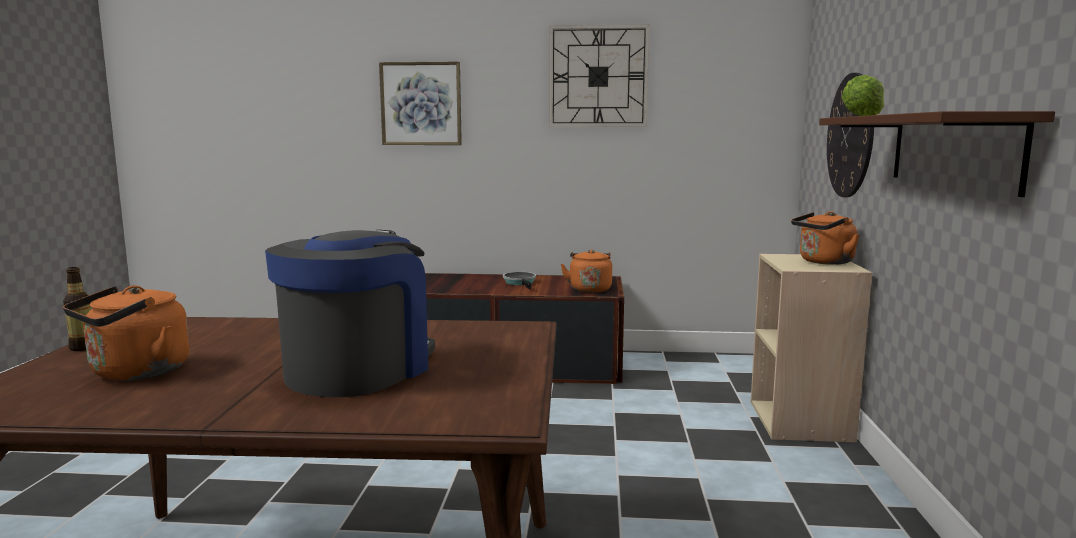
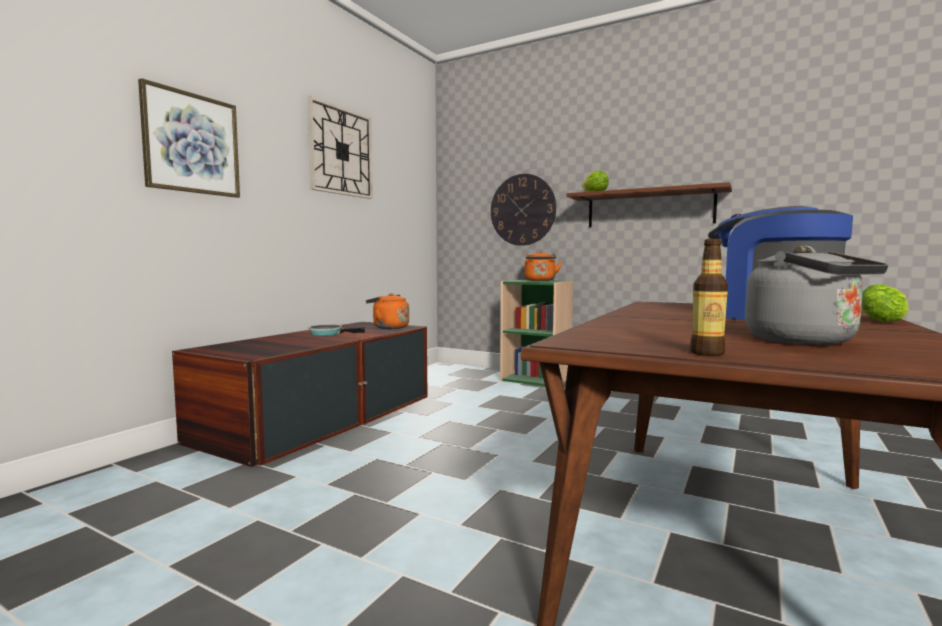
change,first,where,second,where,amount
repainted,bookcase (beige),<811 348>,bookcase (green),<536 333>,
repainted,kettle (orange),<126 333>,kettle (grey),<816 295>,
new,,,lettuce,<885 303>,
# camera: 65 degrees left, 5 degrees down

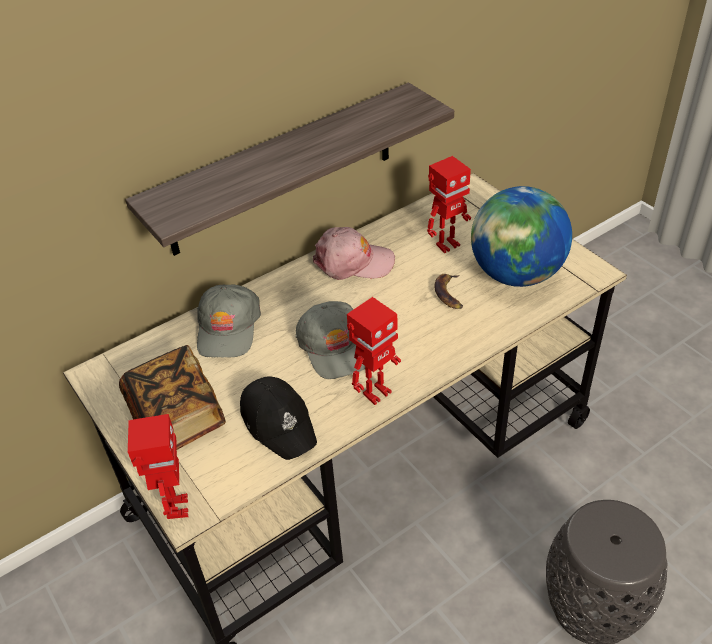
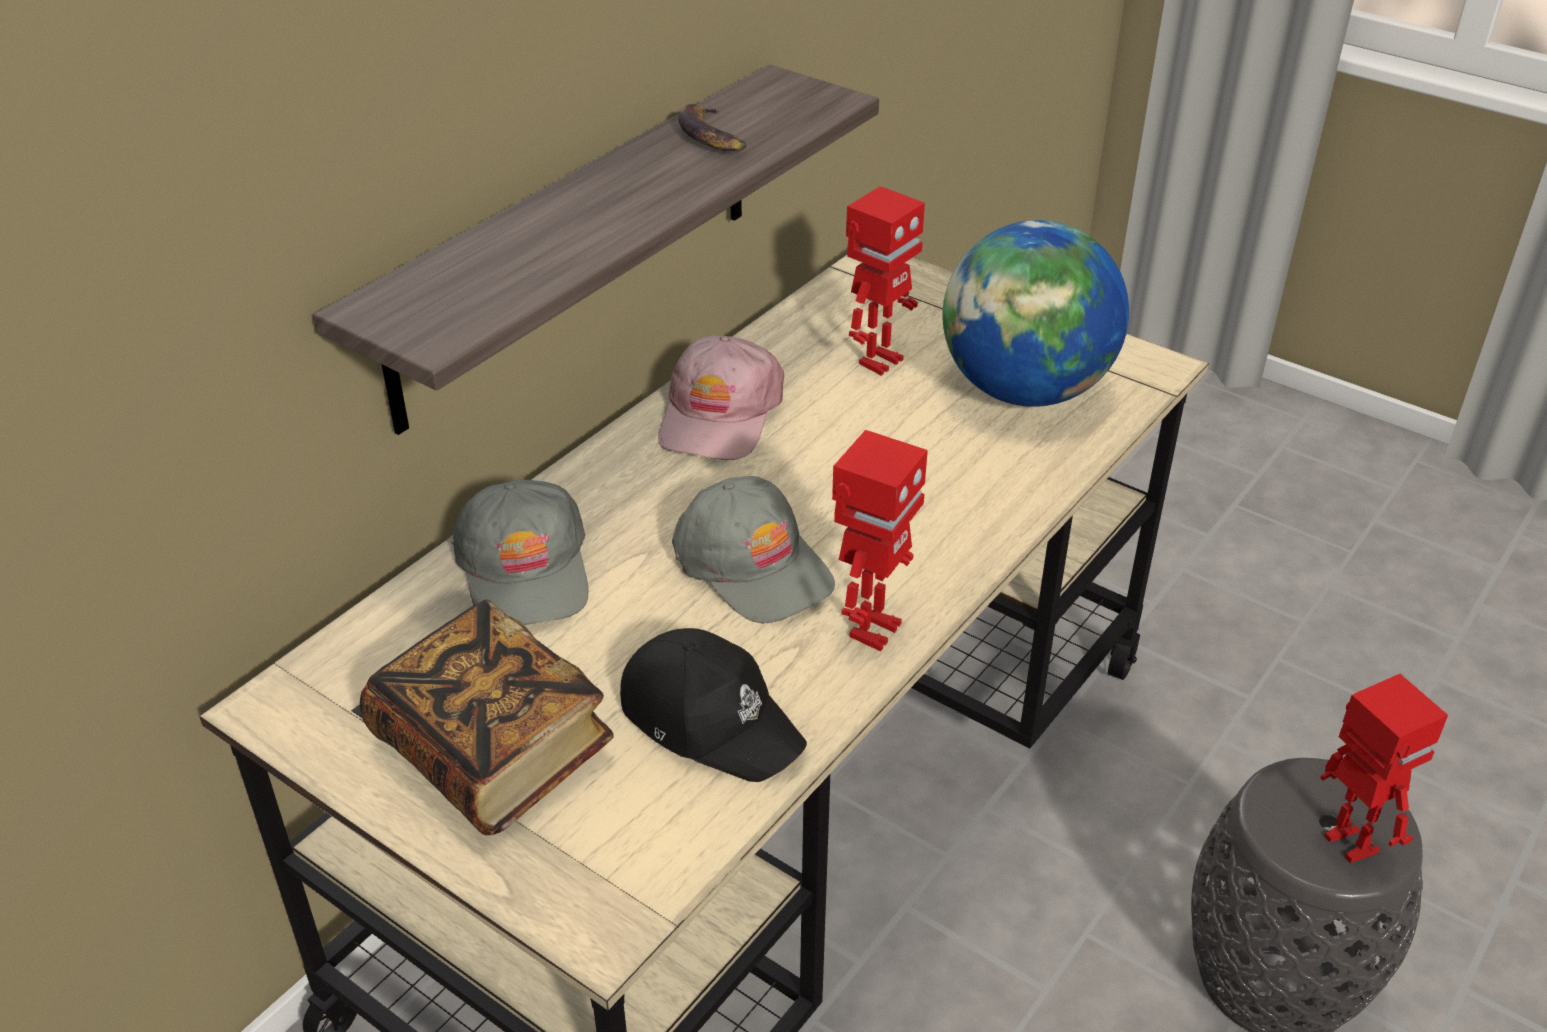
change,first,where,second,where,amount
rotated,cap (pink),<354 253>,,<721 397>,120 degrees clockwise
shifted,banana,<448 291>,,<712 127>,
shifted,toy robot,<158 466>,,<1384 768>,
# camera: 20 degrees left, 5 degrees down

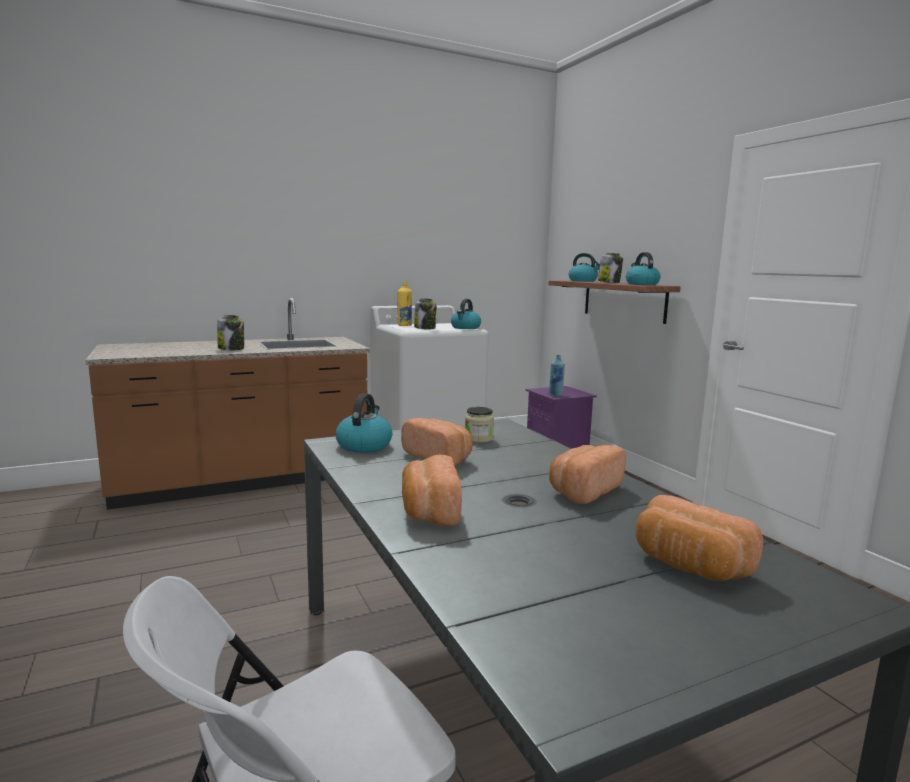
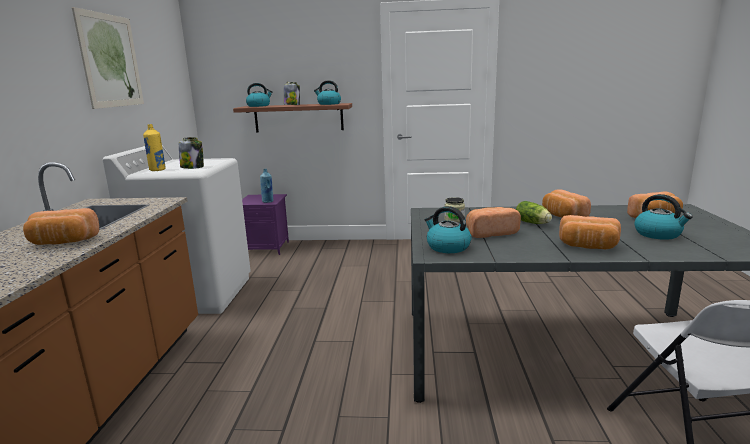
change,first,where,second,where,amount
swapped,jar,<230 332>,bread,<61 226>,
new,,,picture,<108 58>,
new,,,lettuce,<534 212>,
shifted,kettle,<466 314>,,<664 217>,
# camera: 60 degrees left, 5 degrees up

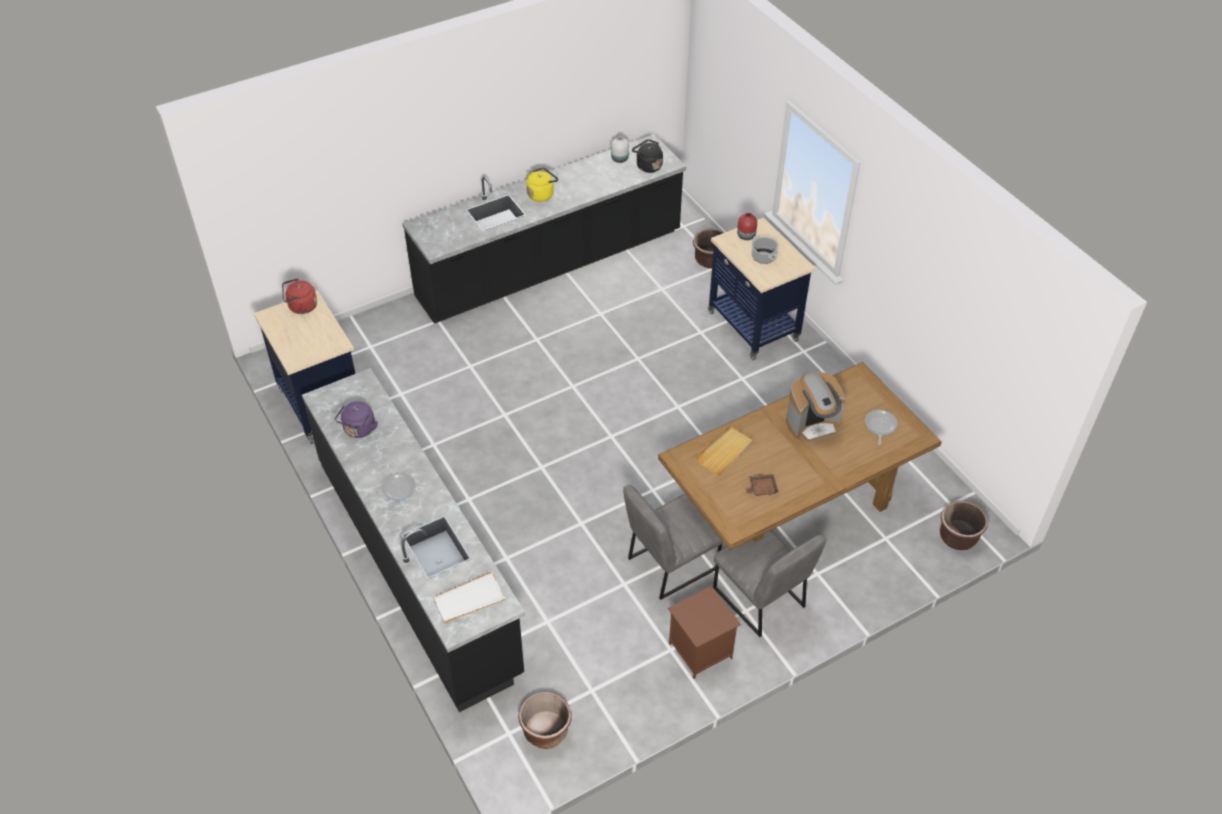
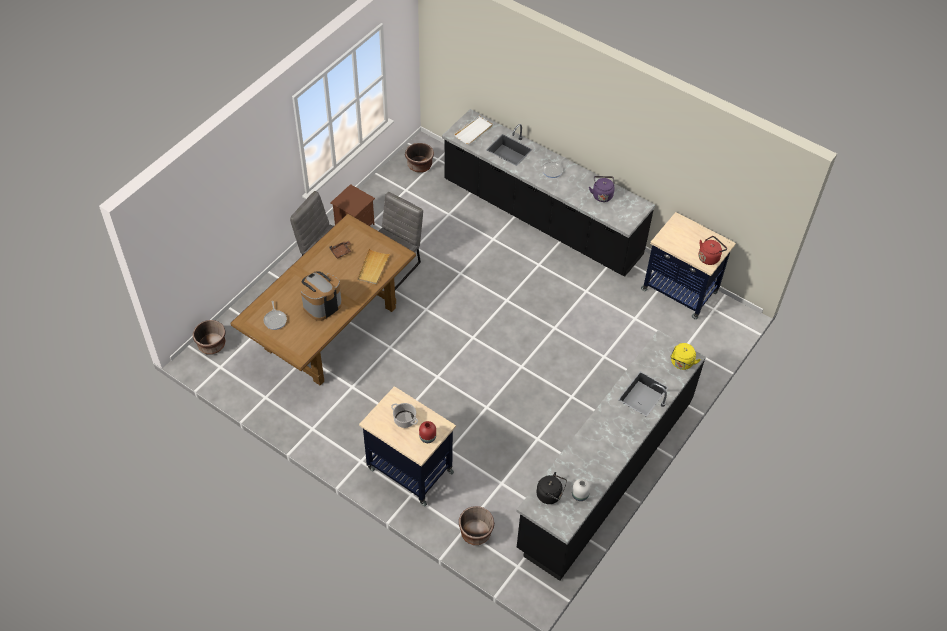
change,first,where,second,where,amount
shifted,kettle (yellow),<542 184>,,<685 356>,
# camera: 155 degrees right, 5 degrees up

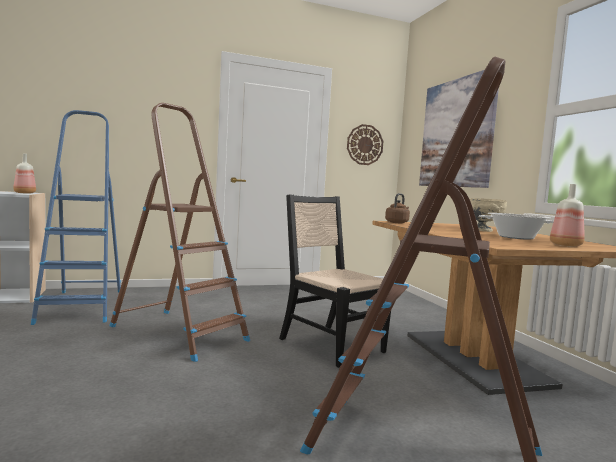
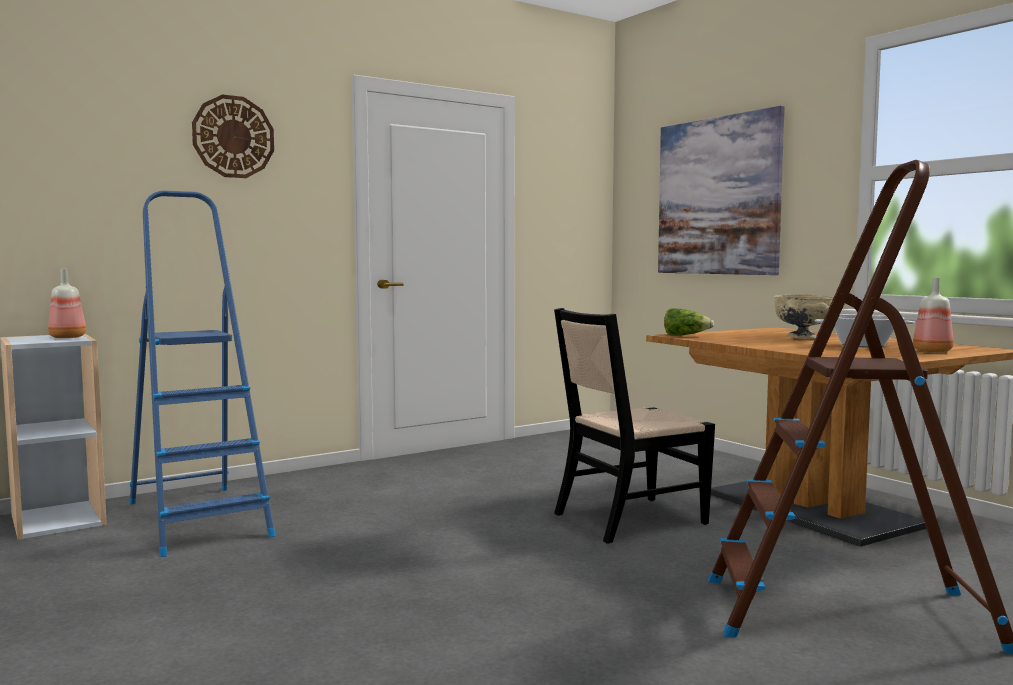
change,first,where,second,where,amount
shifted,wall clock,<365 144>,,<233 136>,
rotated,chair,<335 281>,,<634 425>,60 degrees counterclockwise
swapped,kettle (brown),<397 208>,lettuce,<689 322>,
gone,step ladder (brown),<179 232>,,,
# camera: 15 degrees left, 0 degrees up

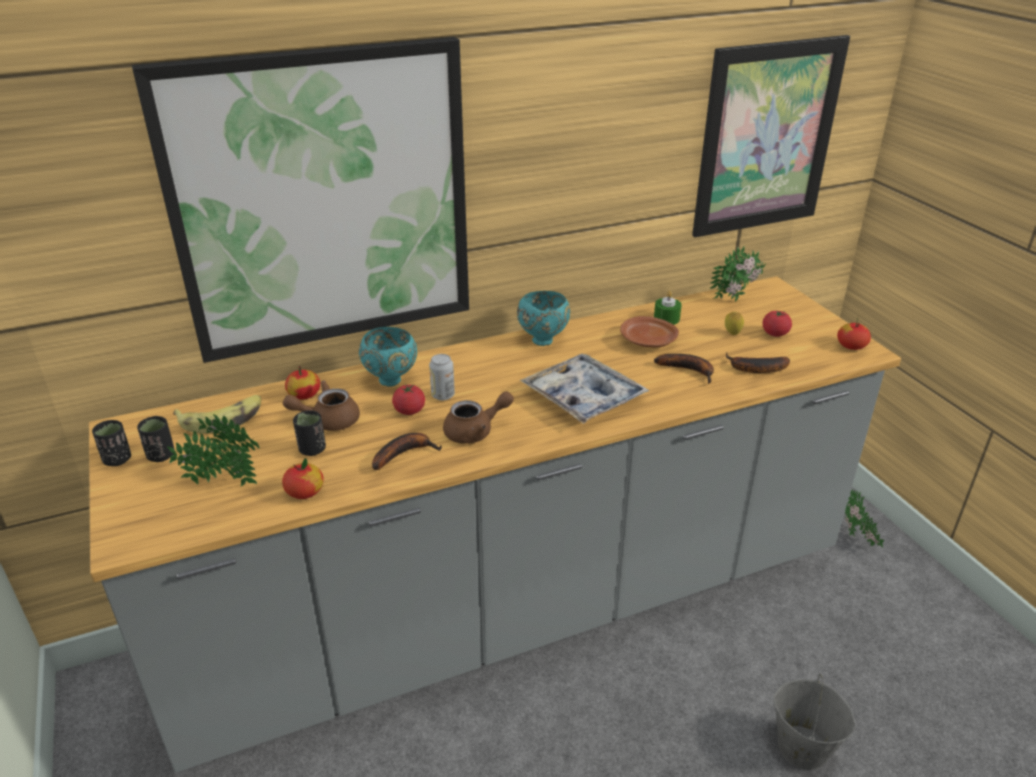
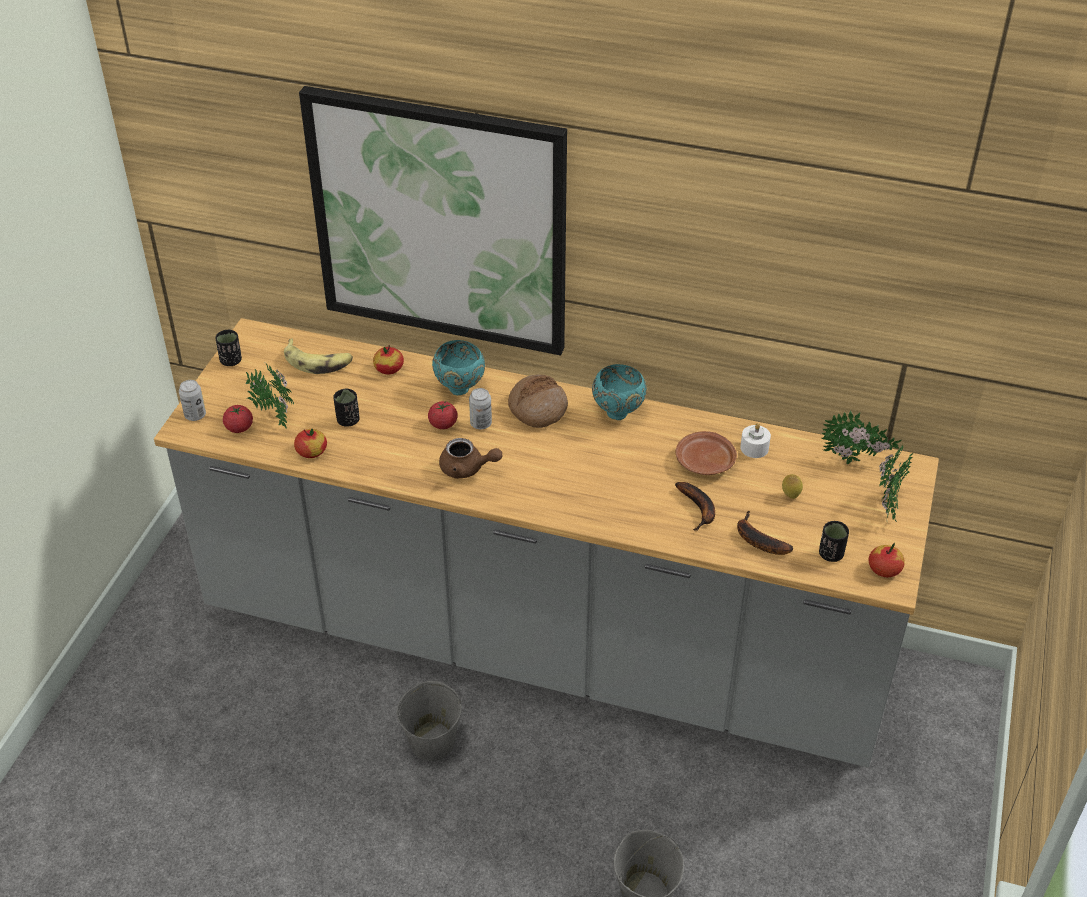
change,first,where,second,where,amount
new,,,can,<192 400>,
shifted,tomato,<777 323>,,<238 419>,
new,,,bucket (grey),<429 721>,
new,,,bread,<538 401>,
repainted,candle (green),<668 308>,candle (white),<755 440>,
shifted,cup (black),<156 439>,,<834 541>,
shifted,potted plant,<865 519>,,<896 483>,
gone,teapot (brown),<321 406>,,,
gone,banana,<407 451>,,,
gone,tray,<584 389>,,,
gone,picture,<771 136>,,,
# camera: 40 degrees right, 10 degrees up

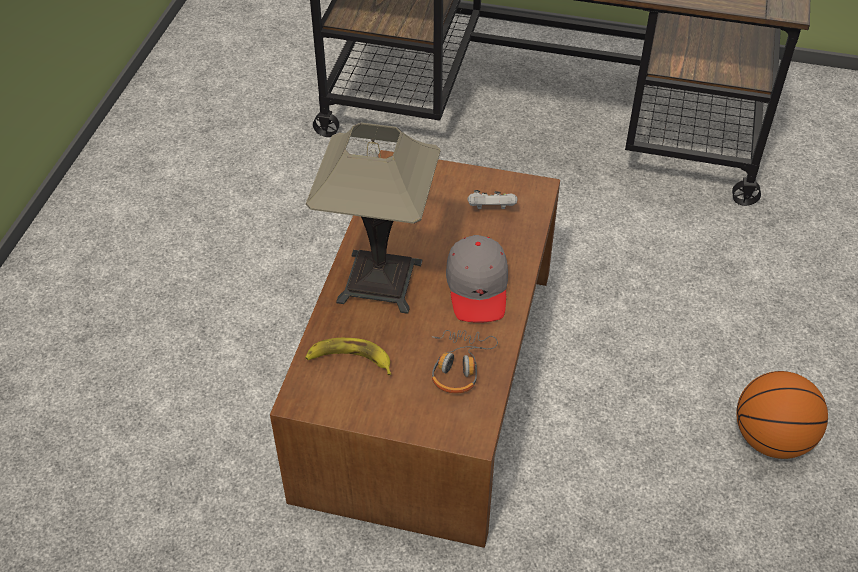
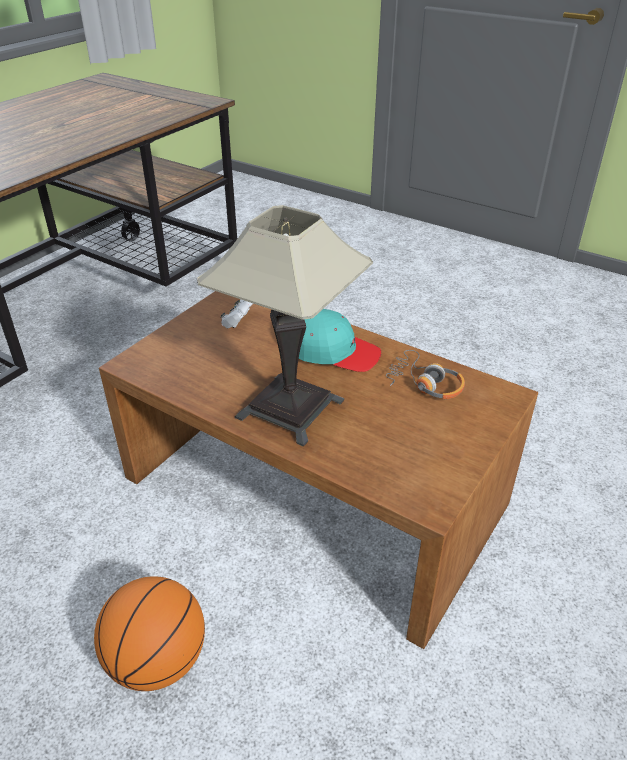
change,first,where,second,where,amount
shifted,basketball,<782 415>,,<149 633>,
repainted,cap (grey),<477 279>,cap (turquoise),<340 340>,
gone,banana,<348 356>,,,
# camera: 70 degrees left, 10 degrees down

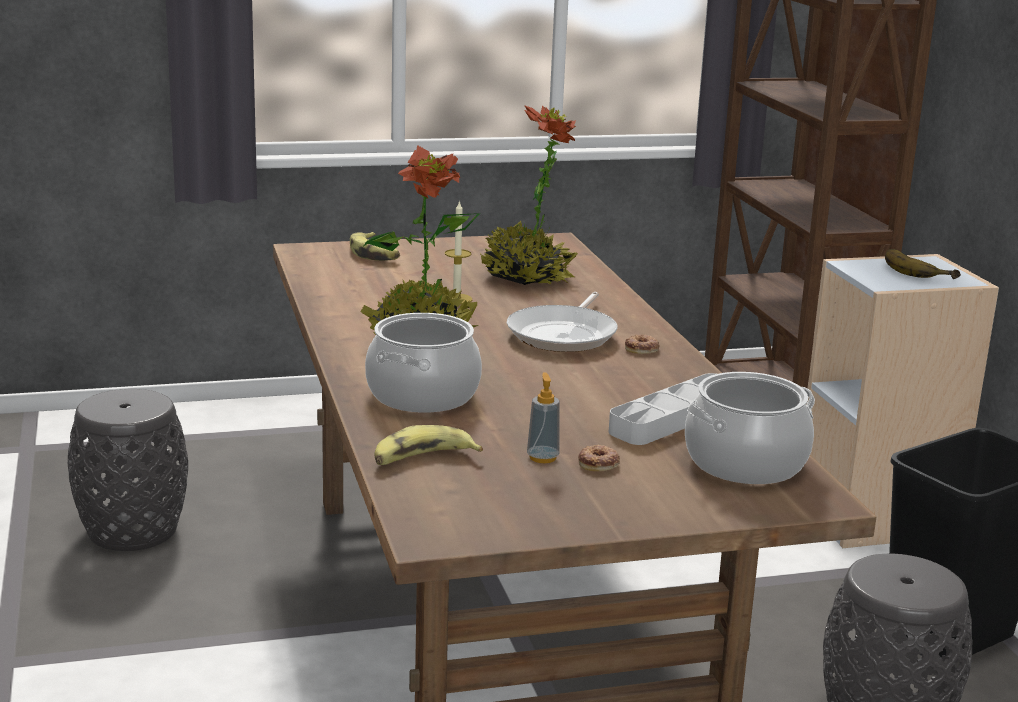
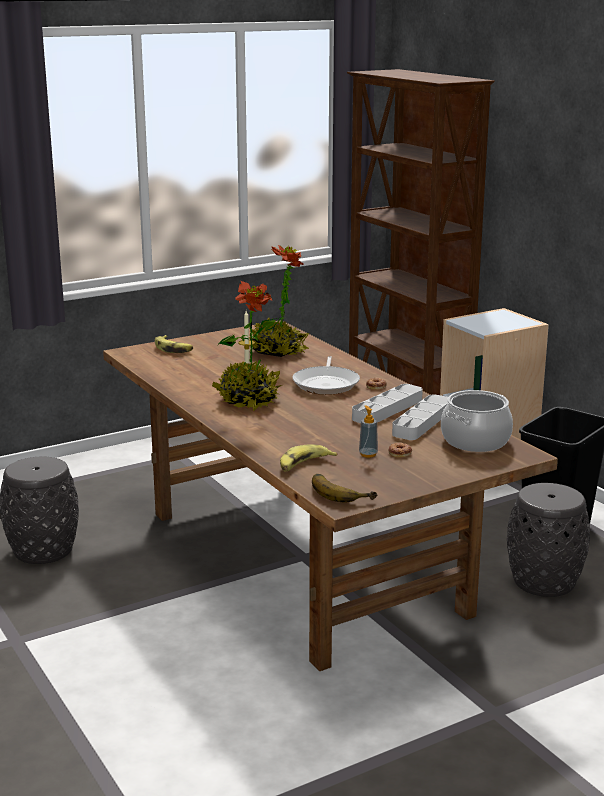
change,first,where,second,where,amount
shifted,banana,<923 264>,,<344 488>,
new,,,tray (grey),<387 403>,
gone,cooking pot,<423 363>,,,
# camera: 15 degrees left, 0 degrees up

